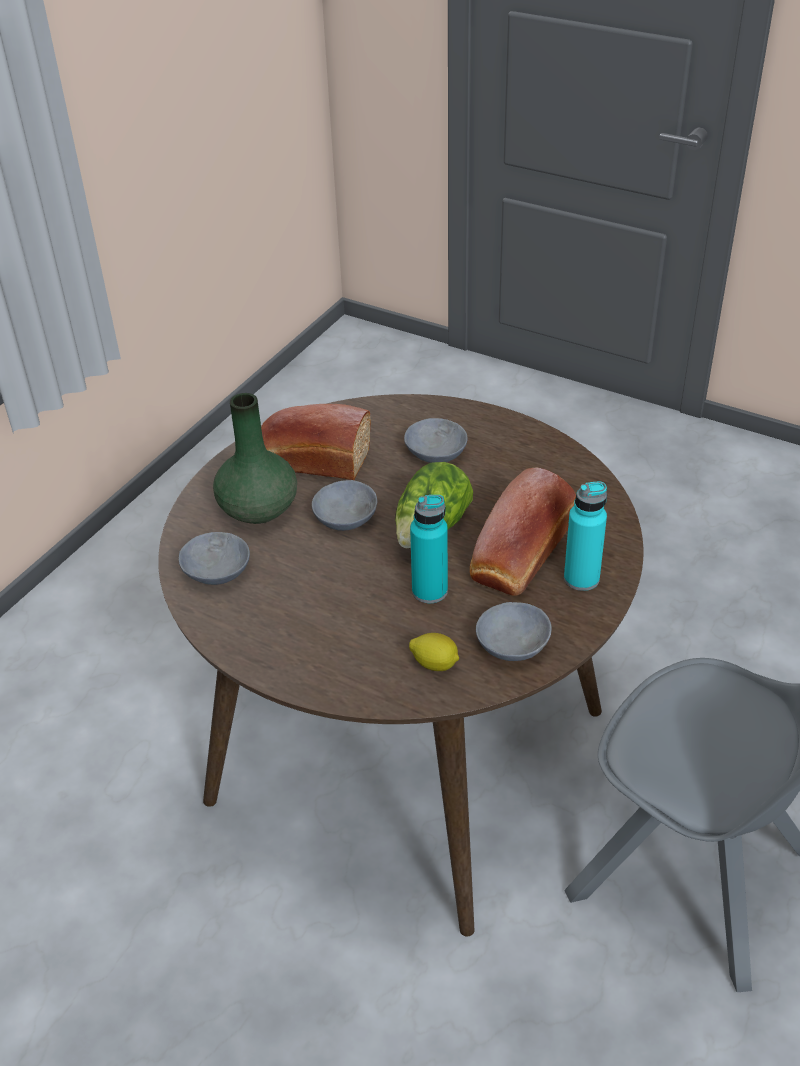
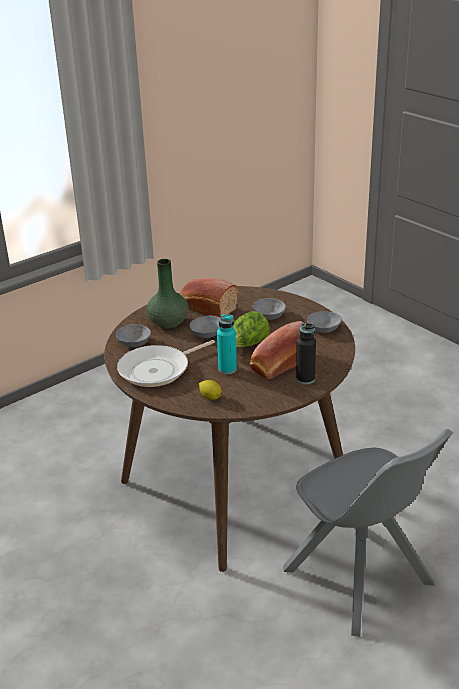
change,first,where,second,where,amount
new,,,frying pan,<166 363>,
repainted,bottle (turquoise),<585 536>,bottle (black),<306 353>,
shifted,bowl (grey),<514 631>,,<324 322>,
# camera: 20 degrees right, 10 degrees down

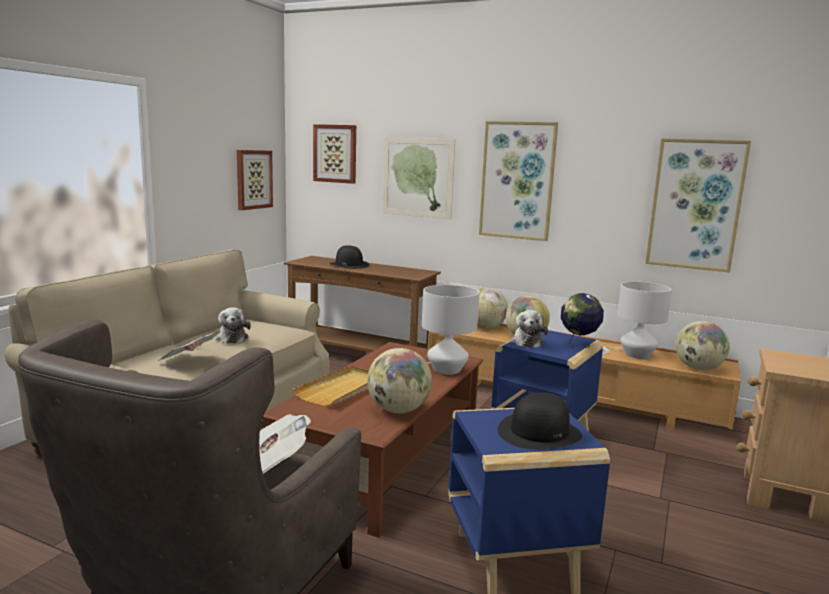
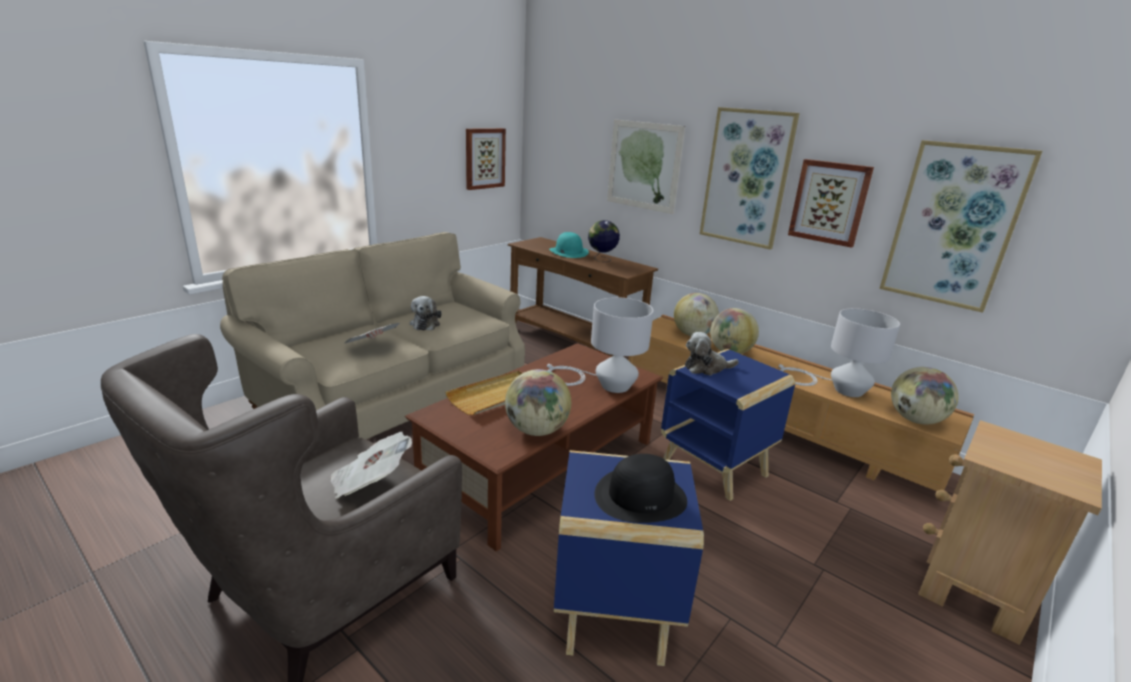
change,first,where,second,where,amount
repainted,hat (black),<349 257>,hat (turquoise),<569 245>,
shifted,globe,<582 320>,,<604 241>,
rotated,plush toy,<529 329>,,<712 353>,60 degrees clockwise
shifted,picture,<334 154>,,<831 203>,
# camera: 15 degrees right, 10 degrees up

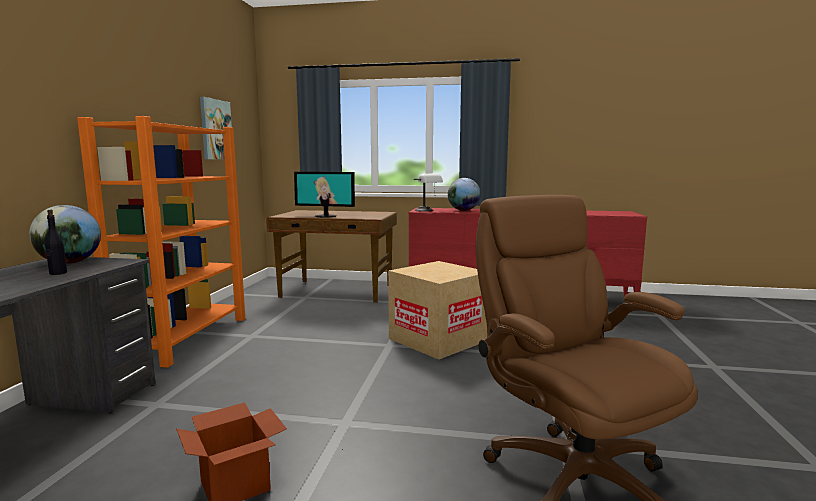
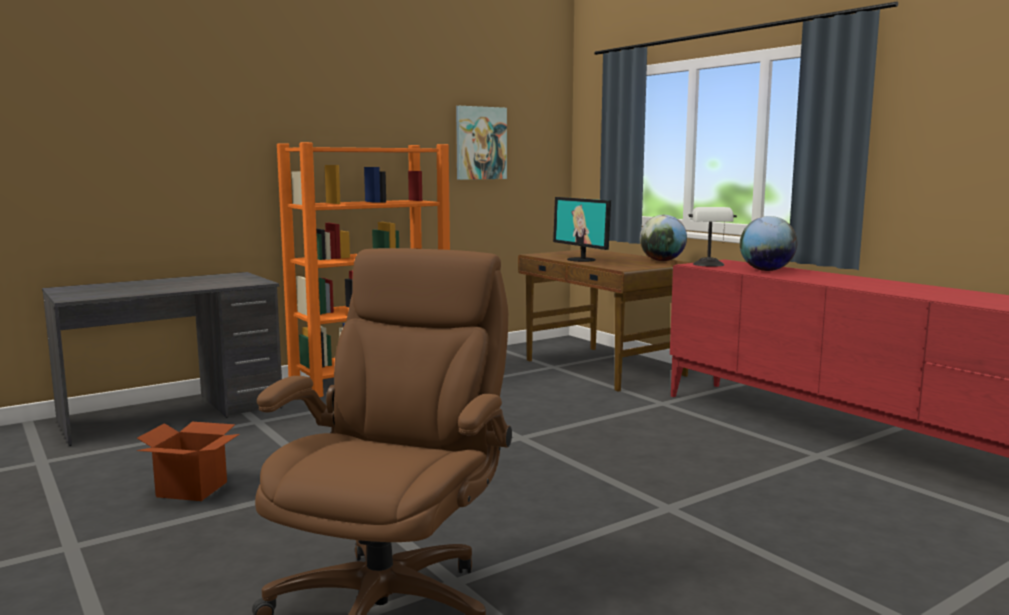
change,first,where,second,where,amount
shifted,globe,<65 234>,,<663 238>,
gone,bottle (black),<56 242>,,,
gone,cardboard box,<437 310>,,,
# camera: 45 degrees right, 0 degrees up

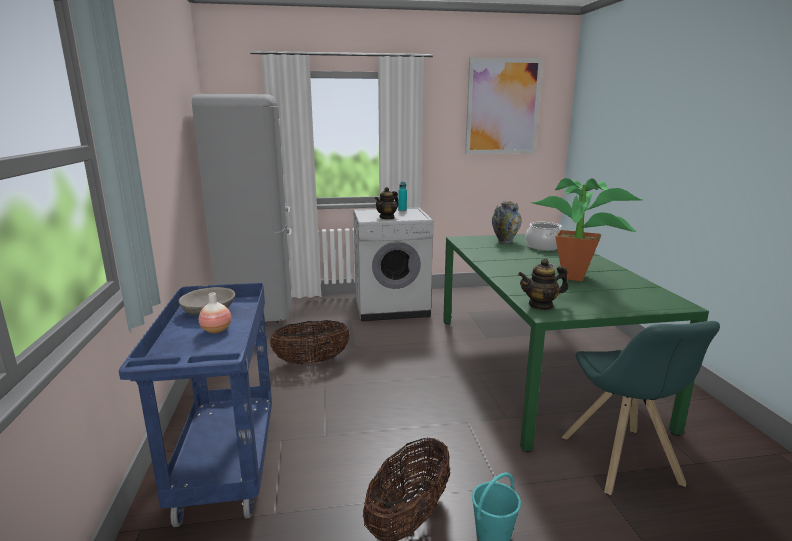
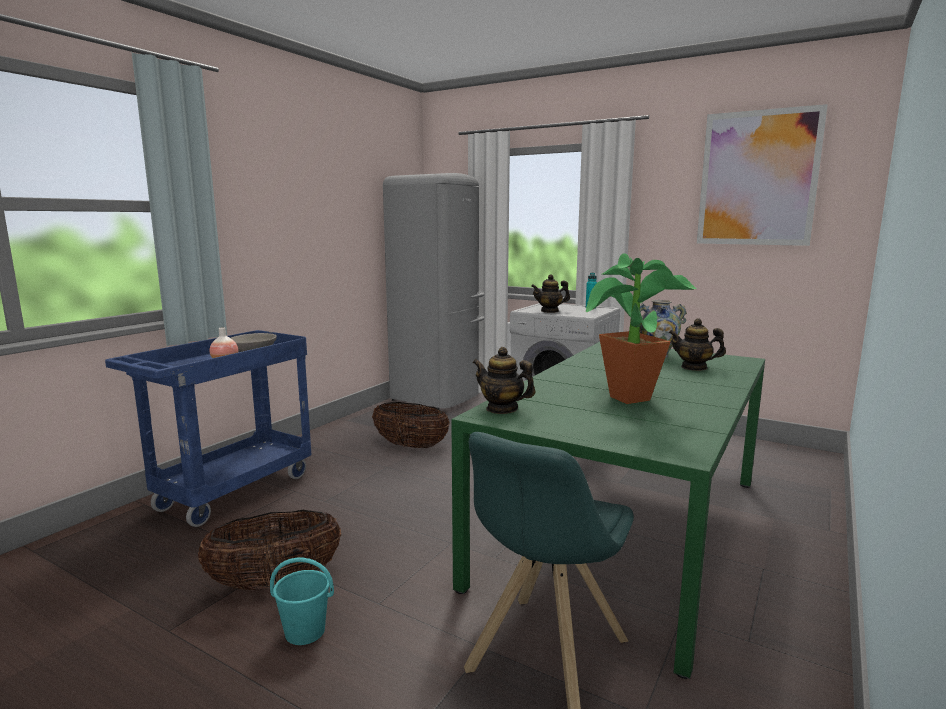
change,first,where,second,where,amount
swapped,cooking pot,<543 236>,teapot,<697 345>,
# camera: 40 degrees right, 5 degrees down

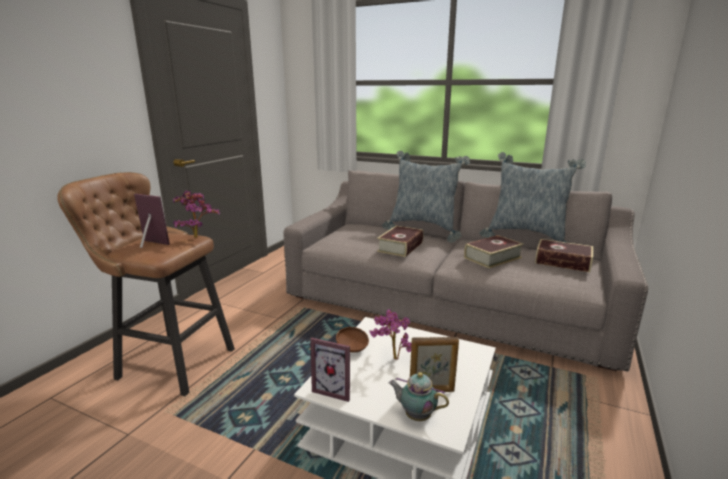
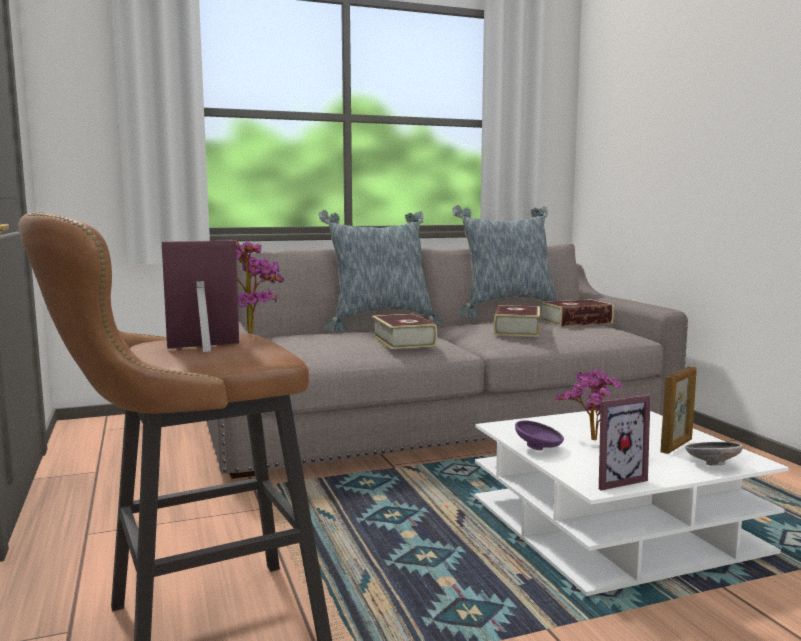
change,first,where,second,where,amount
repainted,bowl (brown),<352 340>,bowl (purple),<539 435>,
swapped,teapot,<419 396>,bowl (grey),<714 454>,
# camera: 45 degrees left, 10 degrees down

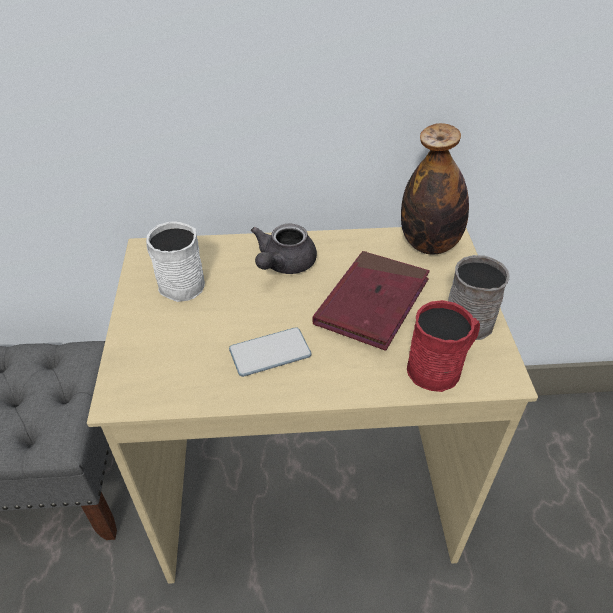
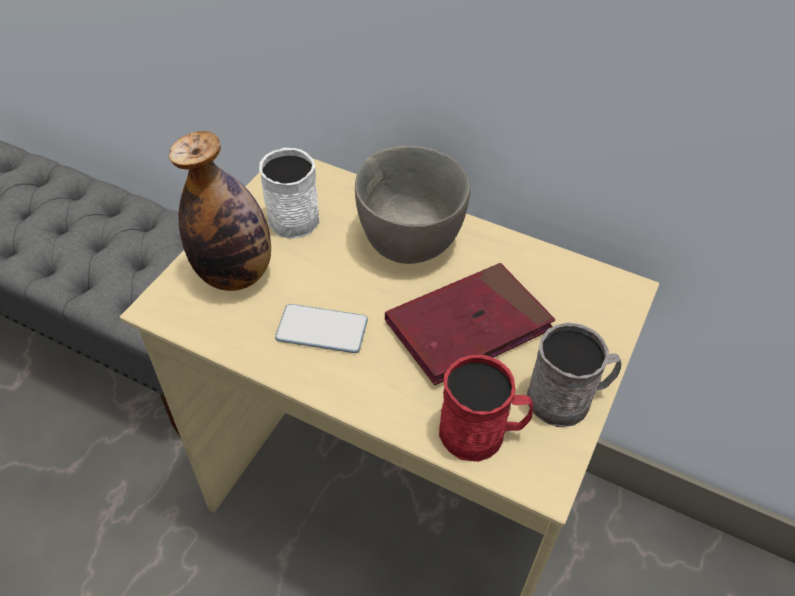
change,first,where,second,where,amount
shifted,bottle,<435 189>,,<220 211>,
swapped,teapot (grey),<284 249>,bowl (grey),<412 205>,
# camera: 30 degrees right, 5 degrees up

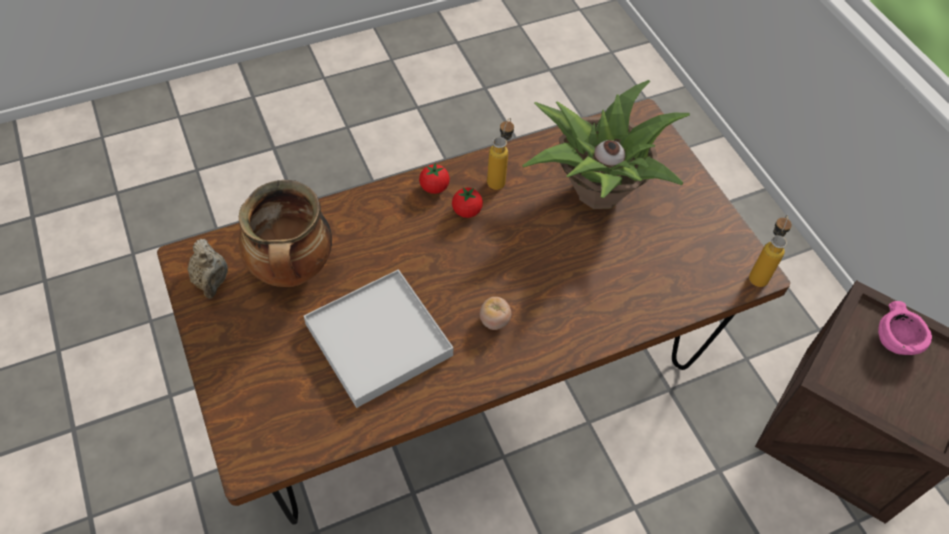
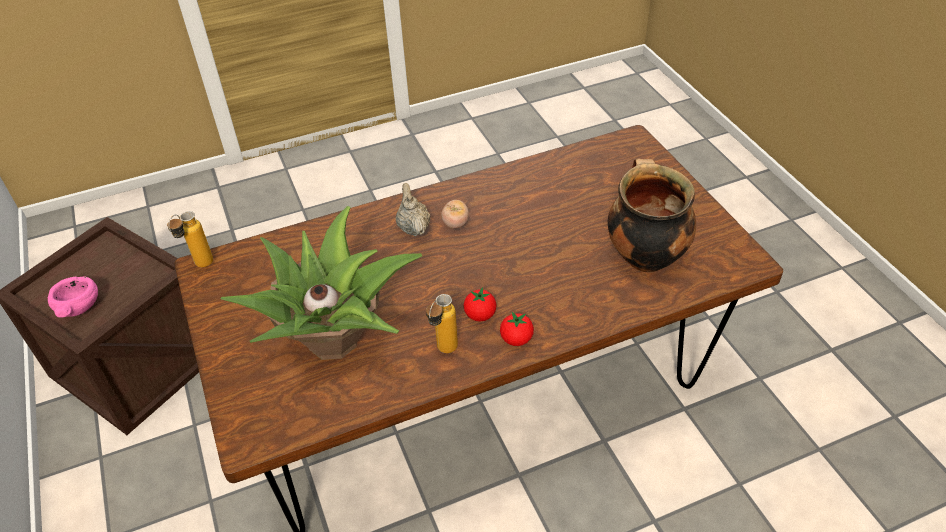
change,first,where,second,where,amount
shifted,teapot (beige),<207 269>,,<413 209>,
gone,tray (white),<378 338>,,,
# camera: 175 degrees left, 10 degrees down

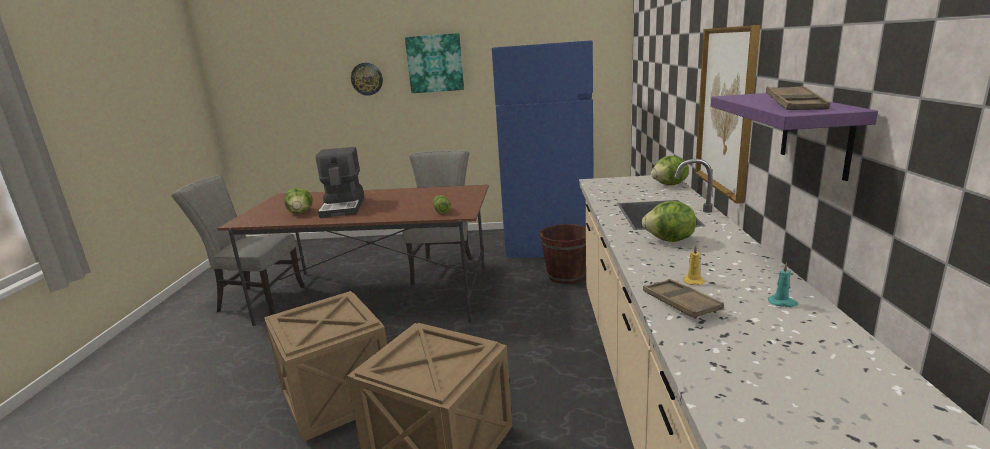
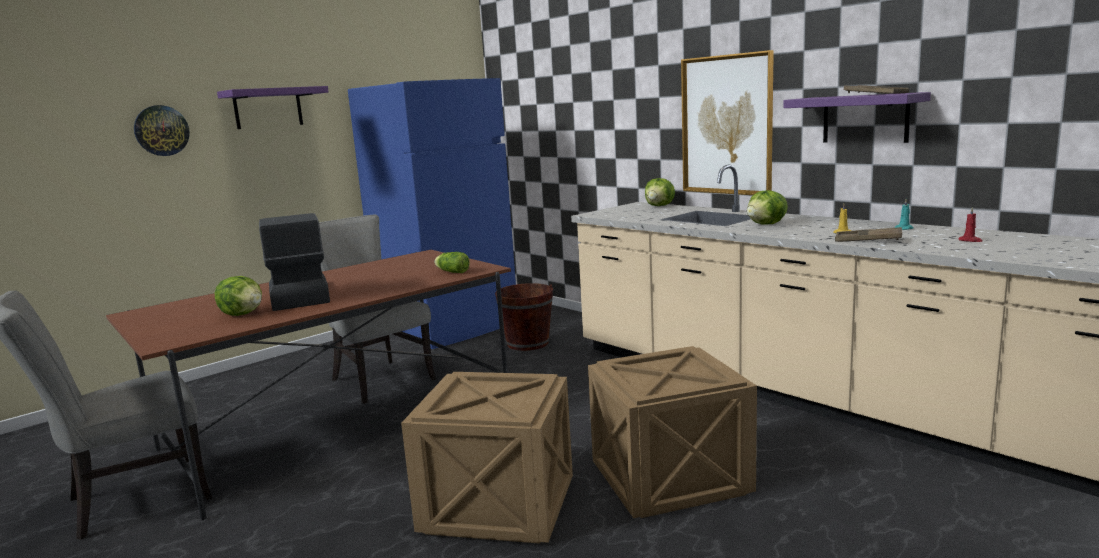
change,first,where,second,where,amount
swapped,picture,<434 63>,shelf (purple),<273 107>,
rotated,coffee machine,<340 182>,,<294 262>,150 degrees counterclockwise
new,,,candle (red),<971 224>,
# camera: 45 degrees left, 5 degrees down

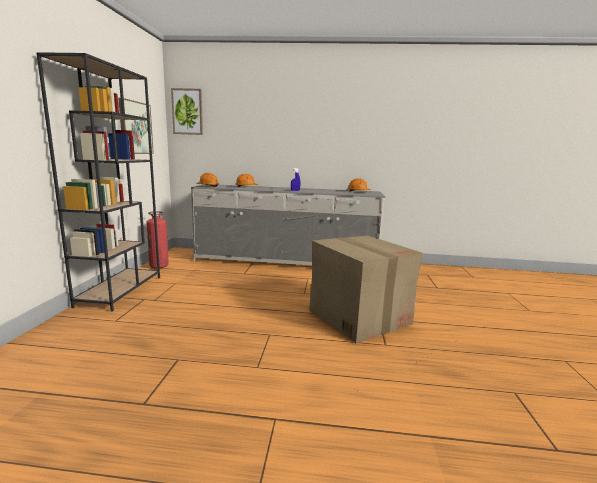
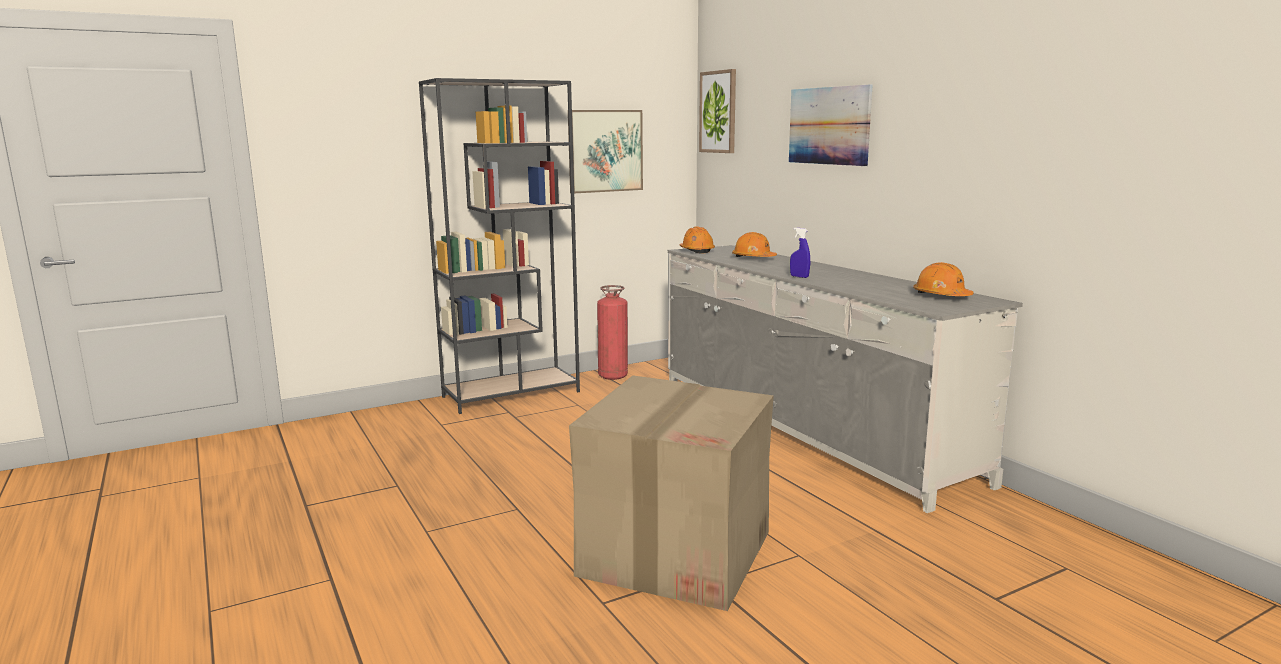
change,first,where,second,where,amount
new,,,picture,<831 125>,
# camera: 55 degrees right, 0 degrees up

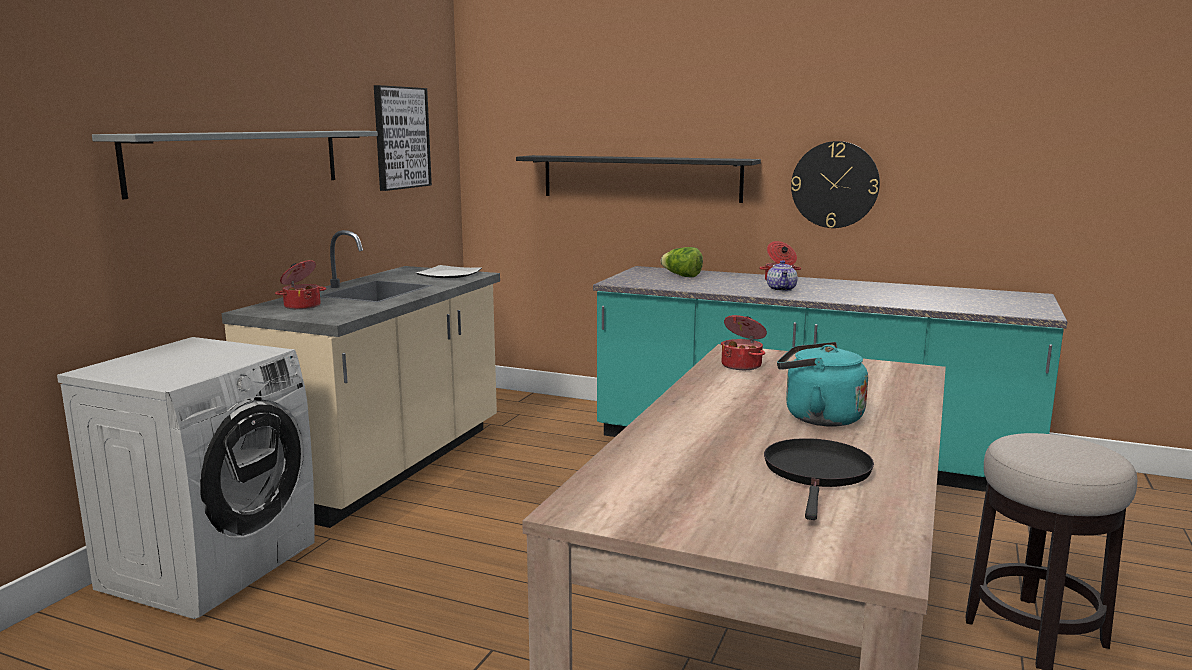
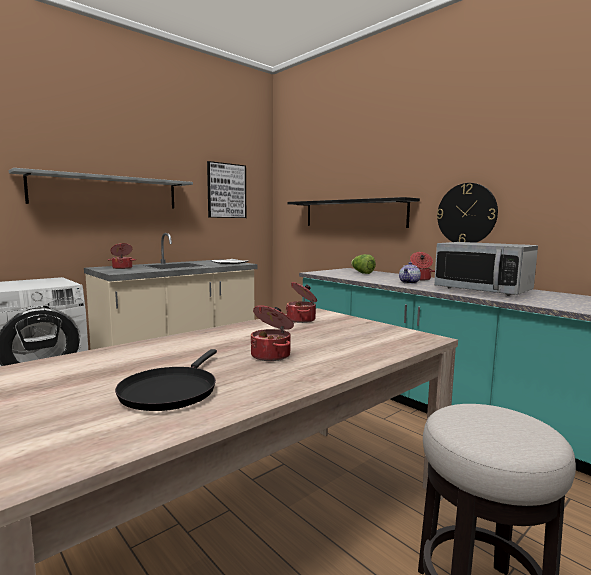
change,first,where,second,where,amount
rotated,frying pan (black),<819 479>,,<166 380>,150 degrees clockwise
swapped,kettle (turquoise),<822 384>,cooking pot,<272 333>,
new,,,microwave,<486 269>,
# camera: 25 degrees right, 5 degrees down

